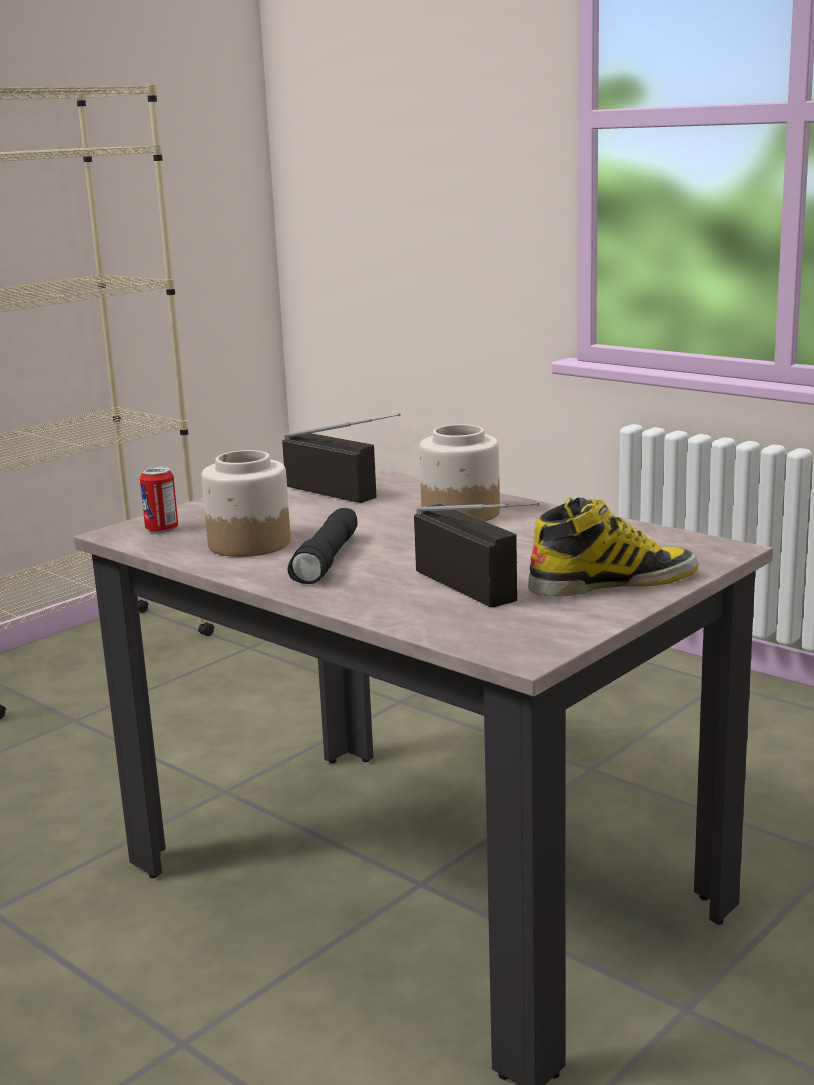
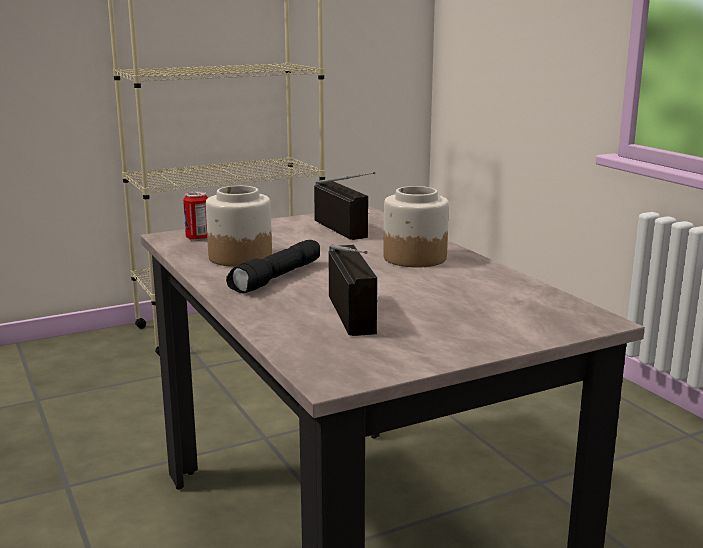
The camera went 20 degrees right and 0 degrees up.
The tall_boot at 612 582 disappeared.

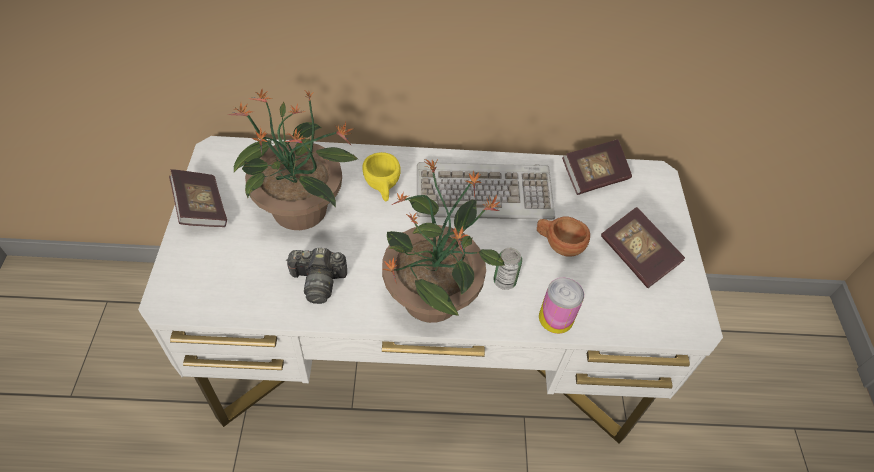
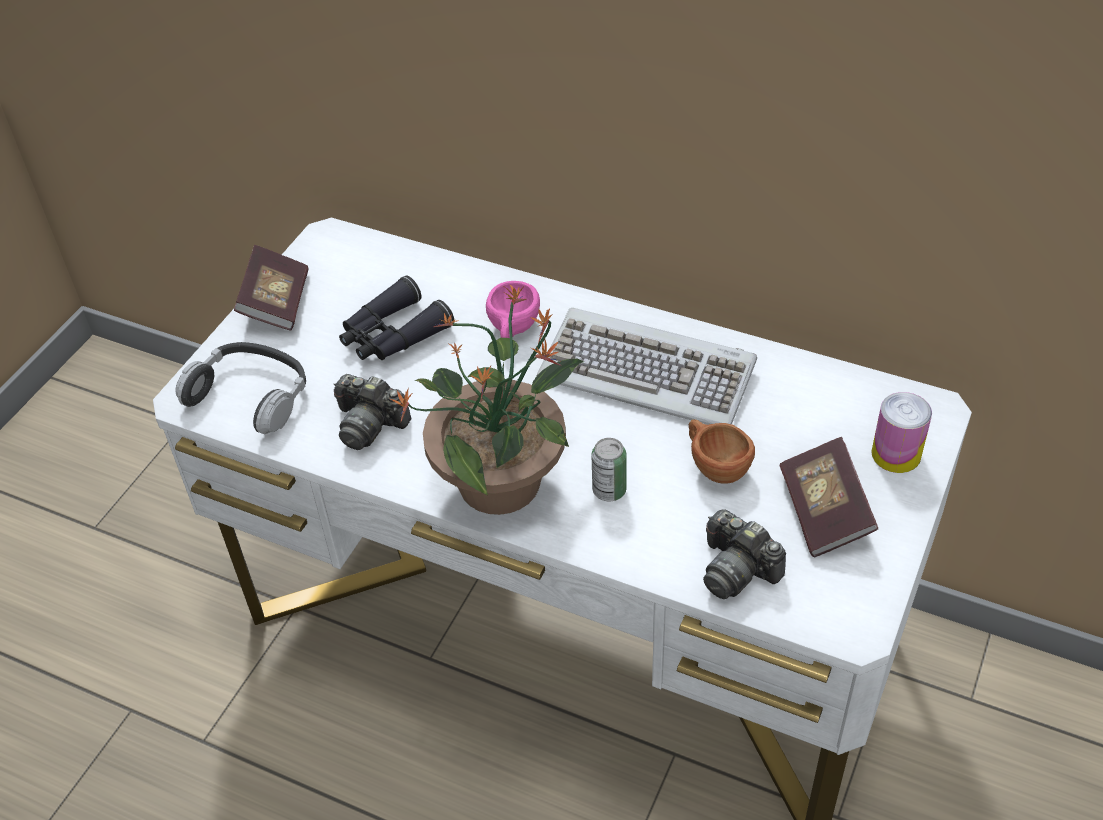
The camera went 30 degrees right and 5 degrees down.
The pair_of_headphones at 250 395 appeared.
The plant_in_a_pot at 300 211 was replaced by the blackish_binoculars at 392 335.
The yellow_small_cup at 382 187 became the pinkish_small_cup at 513 331.
The still_camera at 737 569 appeared.
The can moved from 556 318 to 896 454.
The bound_book at 594 177 disappeared.

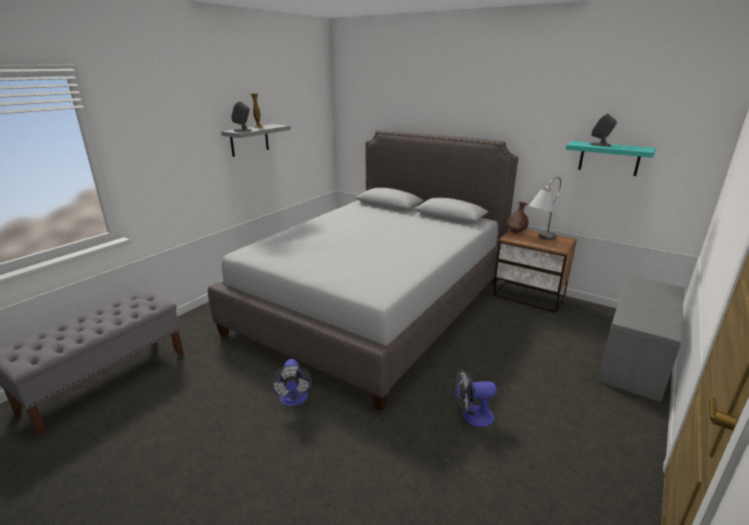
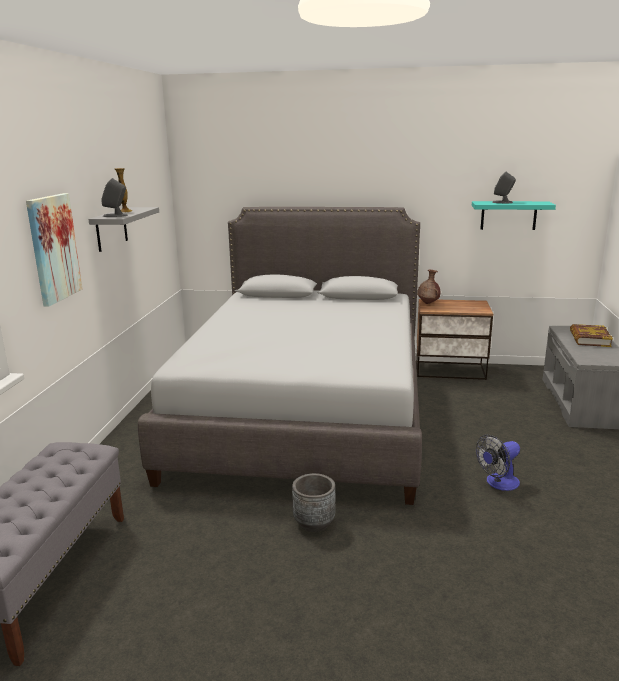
The camera went 25 degrees left and 5 degrees down.
The wall_art at 53 248 appeared.
The cooling_fan at 293 400 was replaced by the grey_plant_pot at 314 523.
The bound_book at 589 339 appeared.
The grey_lamp_for_a_table at 539 239 disappeared.

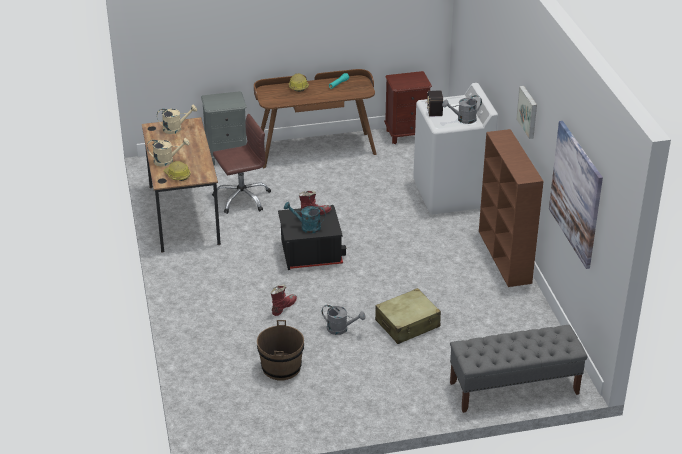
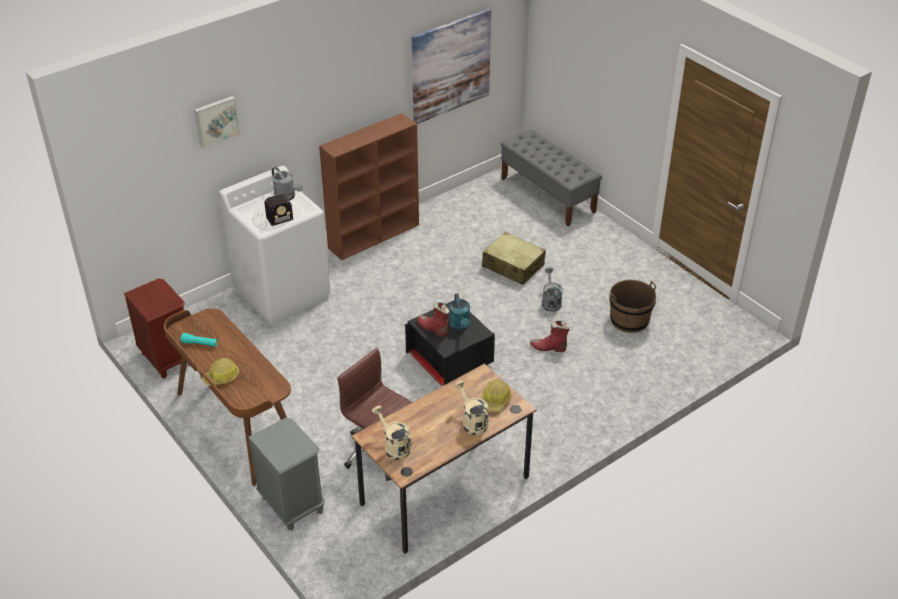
The camera went 115 degrees left and 5 degrees up.
The wall_art moved from 528 111 to 216 121.

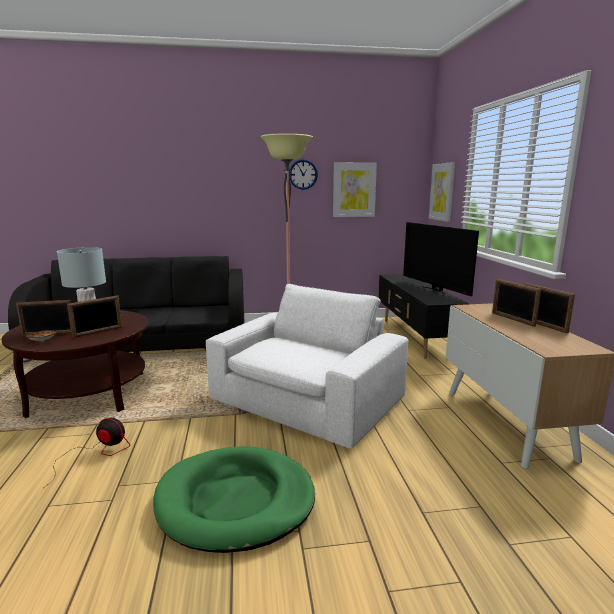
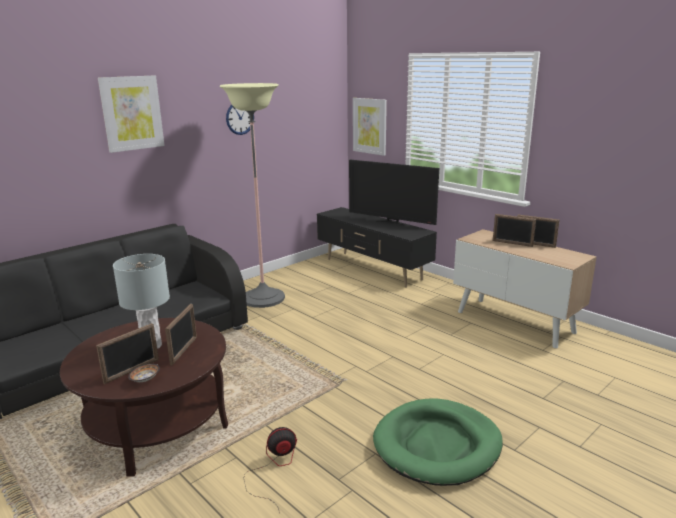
The camera went 35 degrees left and 5 degrees up.
The wall_art moved from 354 190 to 132 113.
The whitish_easy_chair at 306 400 disappeared.

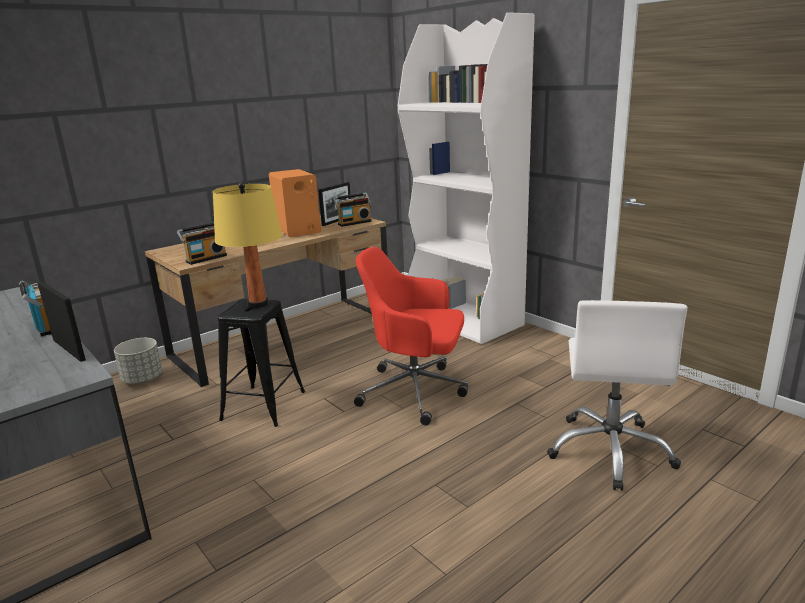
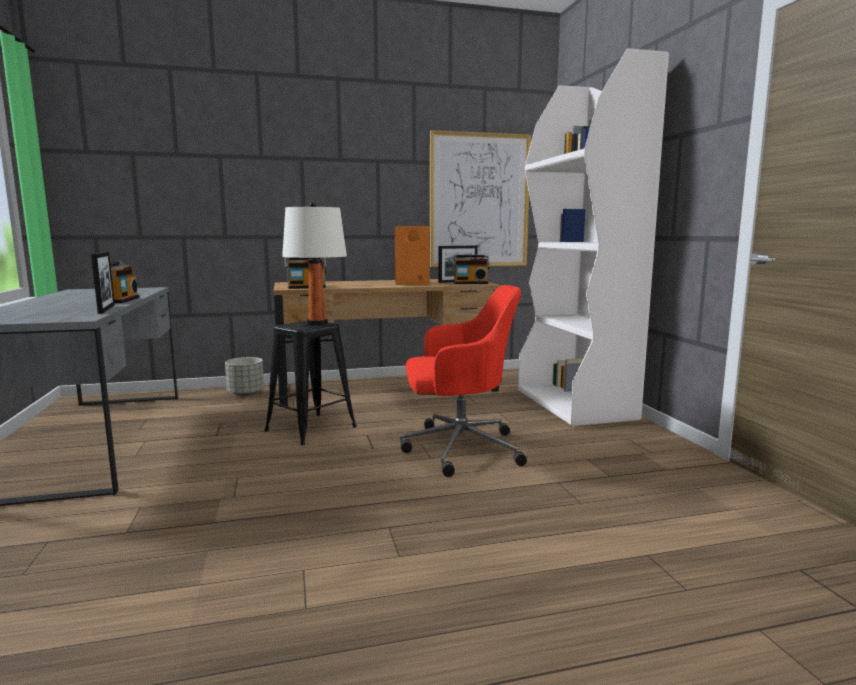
The camera went 25 degrees right and 10 degrees down.
The yellow_lamp_for_a_table at 258 304 became the whitish_lamp_for_a_table at 317 323.
The red_computer_chair at 416 392 turned 135 degrees clockwise.
The wall_art at 479 201 appeared.
The whitish_computer_chair at 610 451 disappeared.

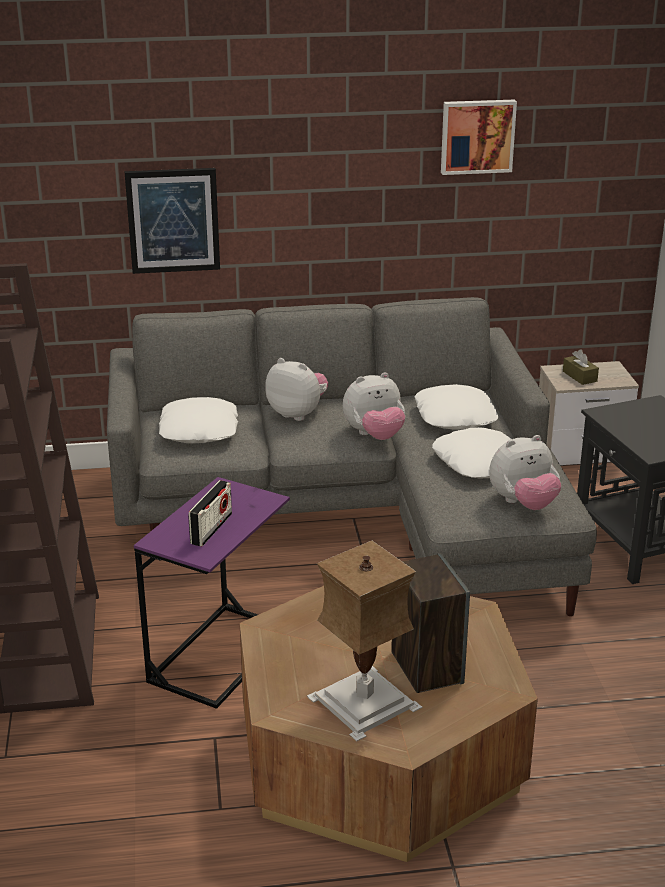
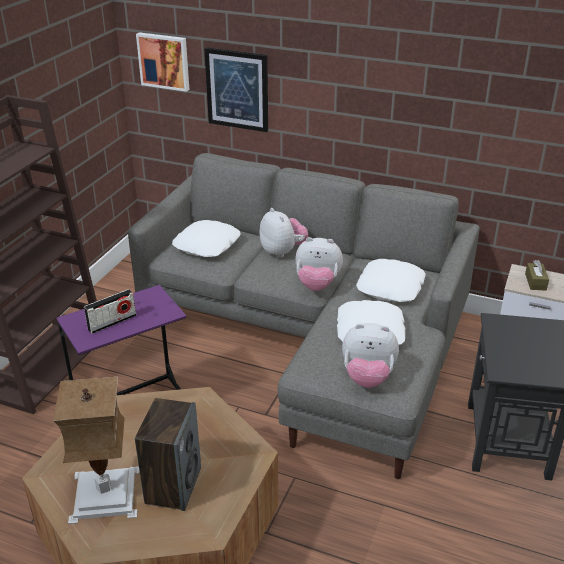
The camera went 30 degrees right and 5 degrees up.
The wall_art moved from 477 136 to 164 61.

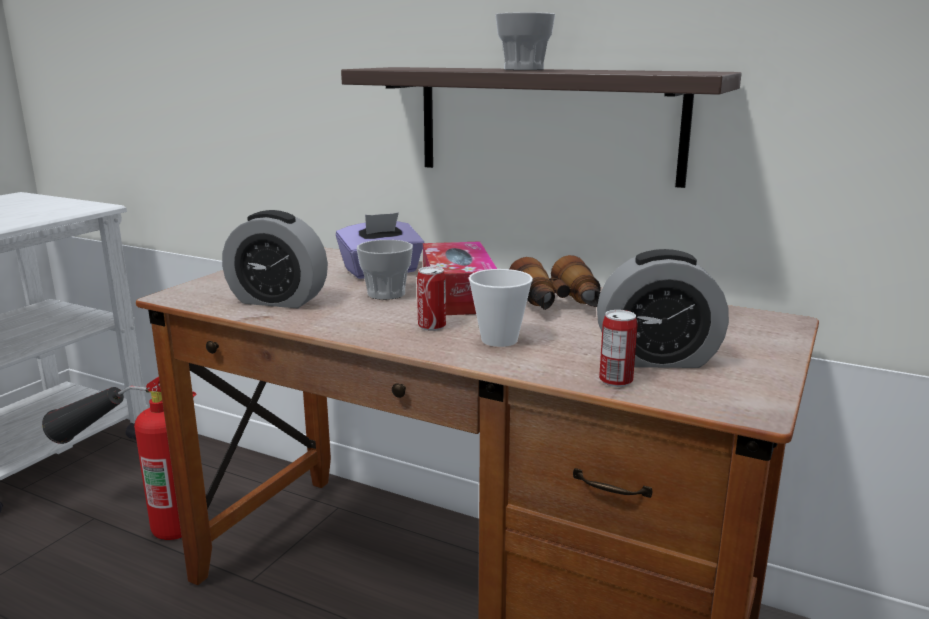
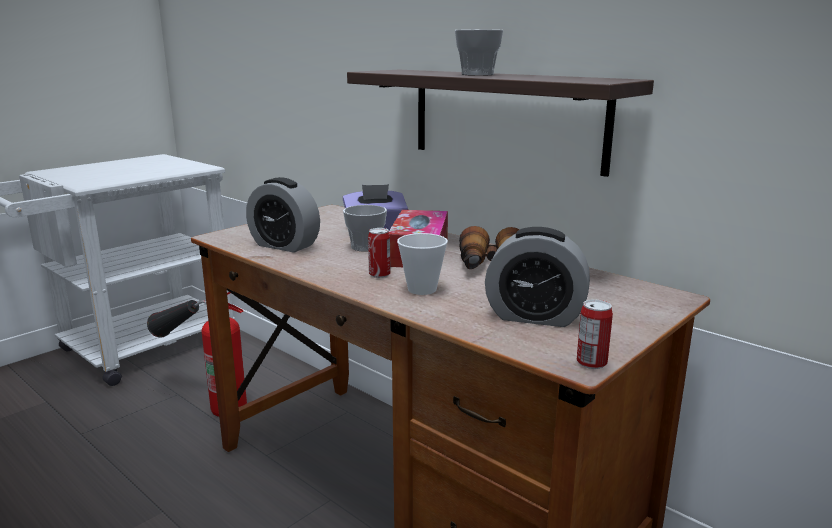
The camera went 15 degrees right and 0 degrees up.
The can moved from 616 381 to 591 363.

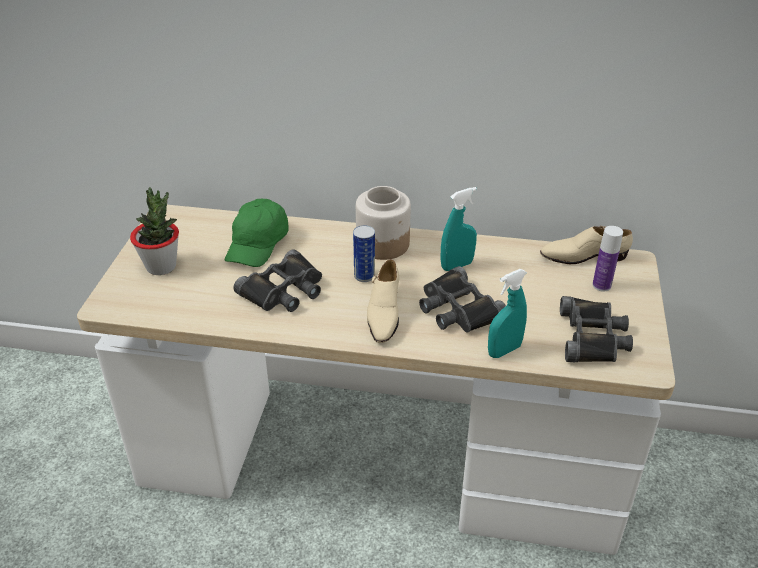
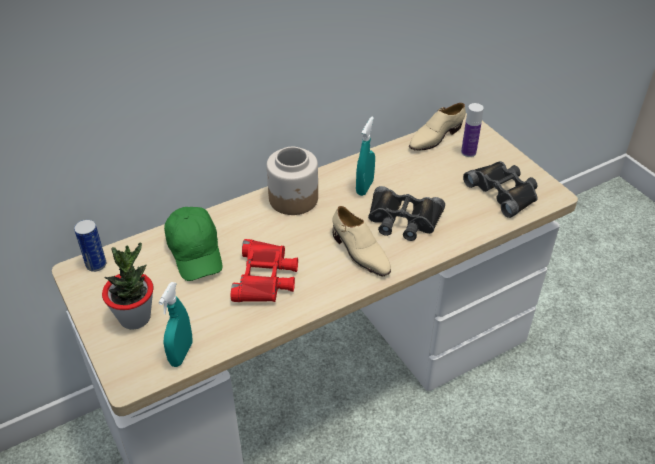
The camera went 40 degrees left and 5 degrees up.
The can moved from 364 276 to 96 265.
The turquoise-coloured_hand_sprayer moved from 504 350 to 181 354.
The blackish_binoculars at 284 290 became the red_binoculars at 266 277.

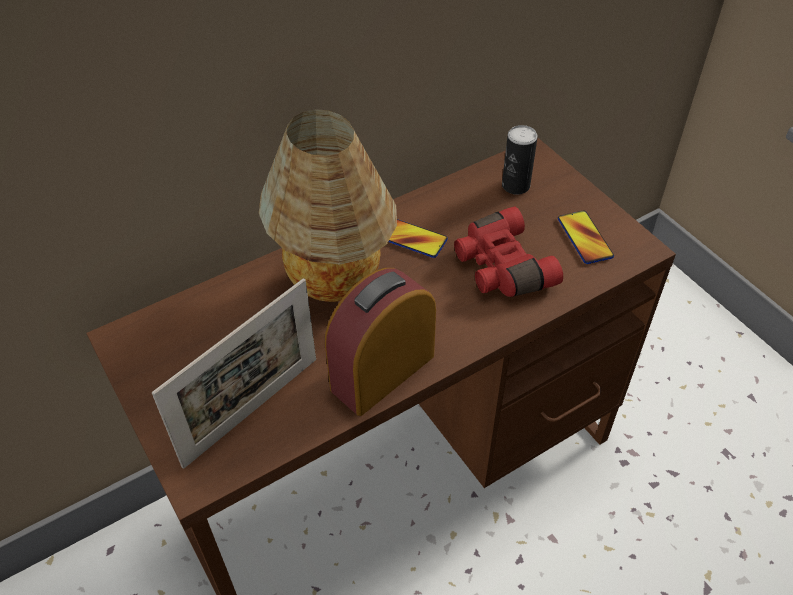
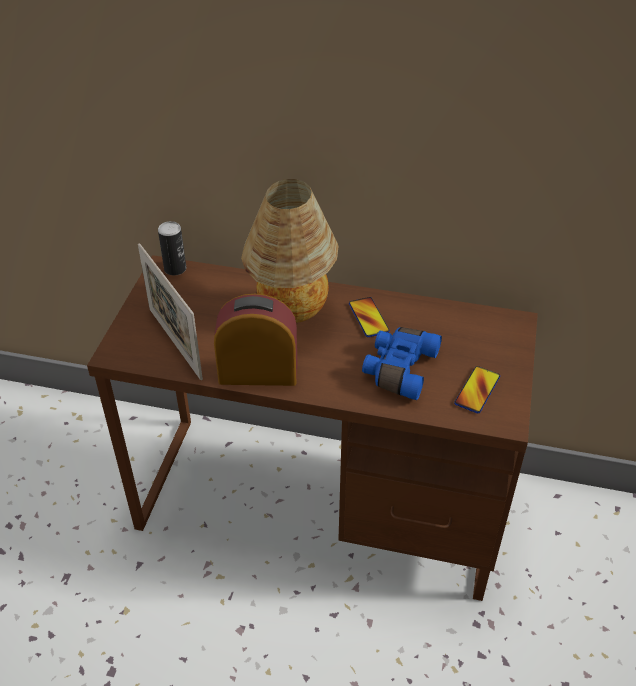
The camera went 45 degrees right and 5 degrees down.
The photo_frame at 252 410 turned 60 degrees clockwise.
The can moved from 515 185 to 175 269.
The red_binoculars at 500 267 became the blue-coloured_binoculars at 398 369.

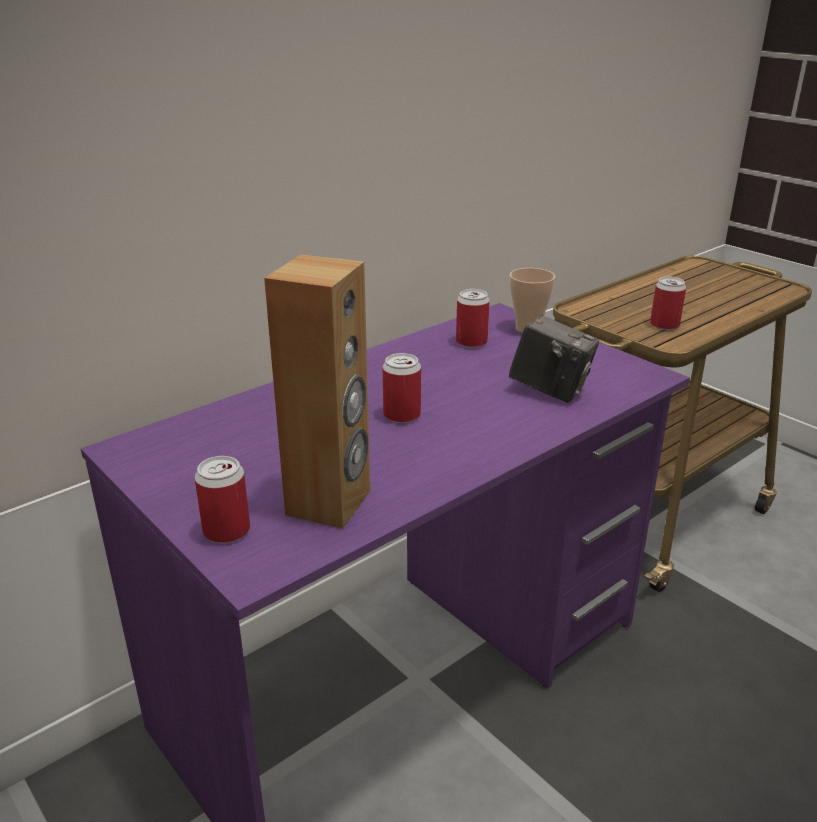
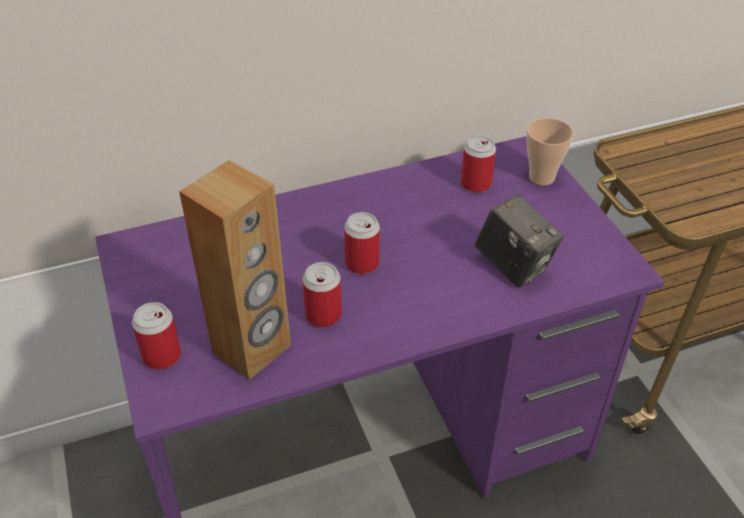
The camera went 20 degrees right and 15 degrees up.
The can moved from 664 325 to 323 315.

